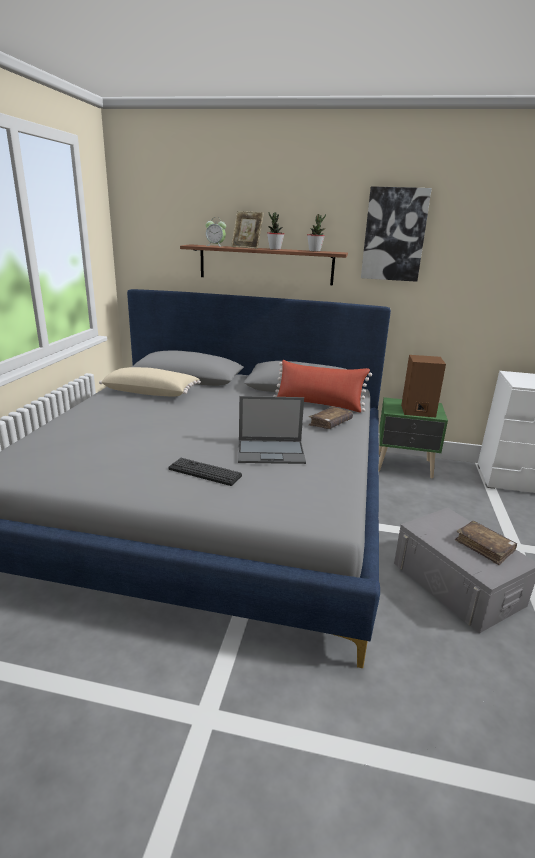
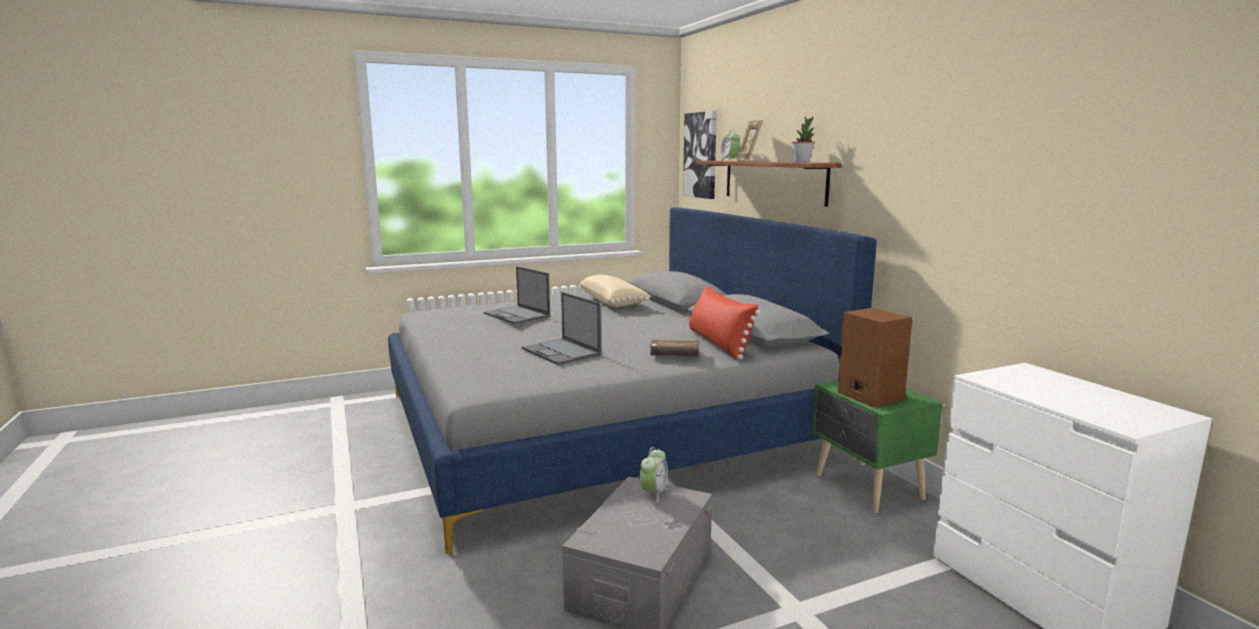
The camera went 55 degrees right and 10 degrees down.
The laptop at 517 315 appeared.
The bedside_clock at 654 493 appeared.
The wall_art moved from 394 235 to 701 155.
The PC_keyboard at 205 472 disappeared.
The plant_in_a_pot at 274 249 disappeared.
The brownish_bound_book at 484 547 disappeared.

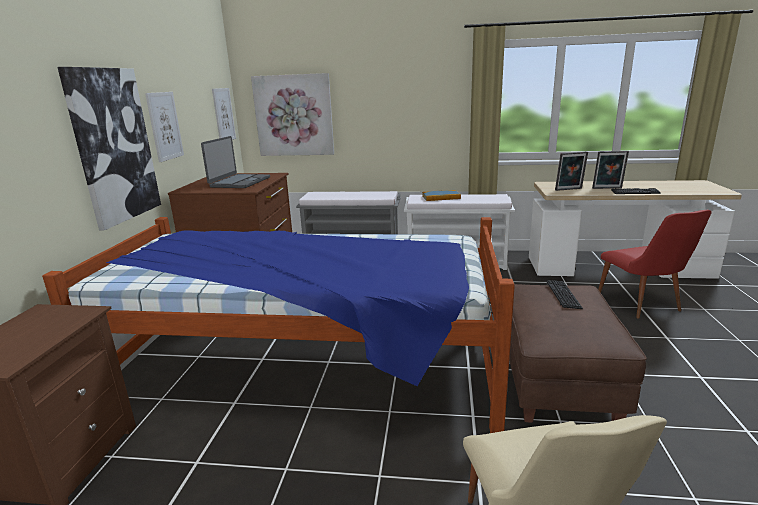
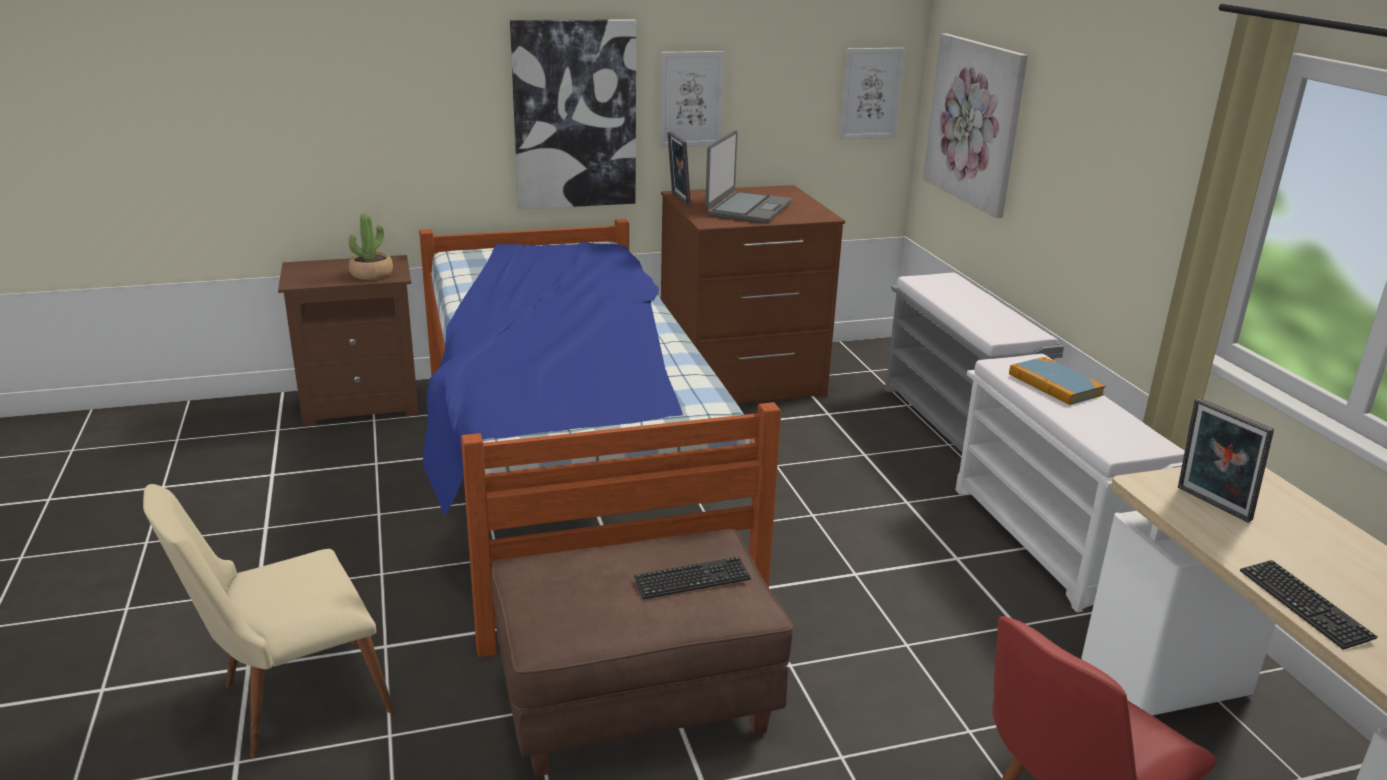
The camera went 65 degrees right and 5 degrees up.
The plant_in_a_pot at 371 274 appeared.
The photo_frame moved from 607 188 to 678 198.
The laptop at 239 182 turned 60 degrees counterclockwise.

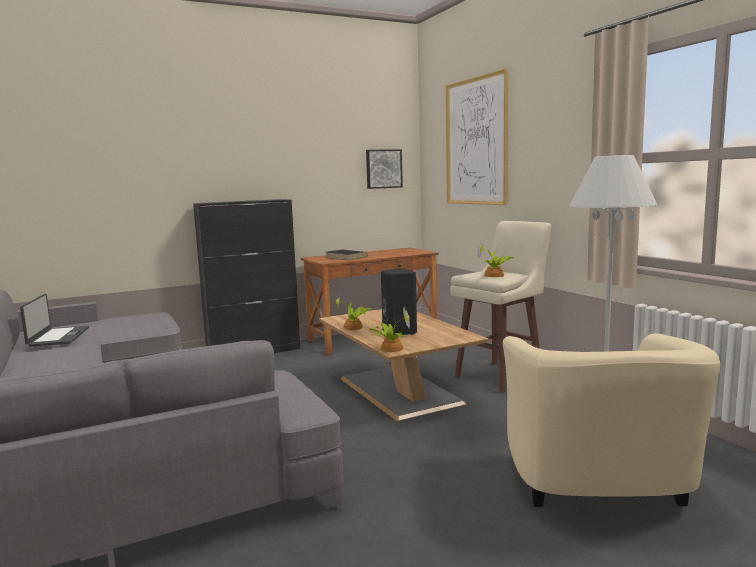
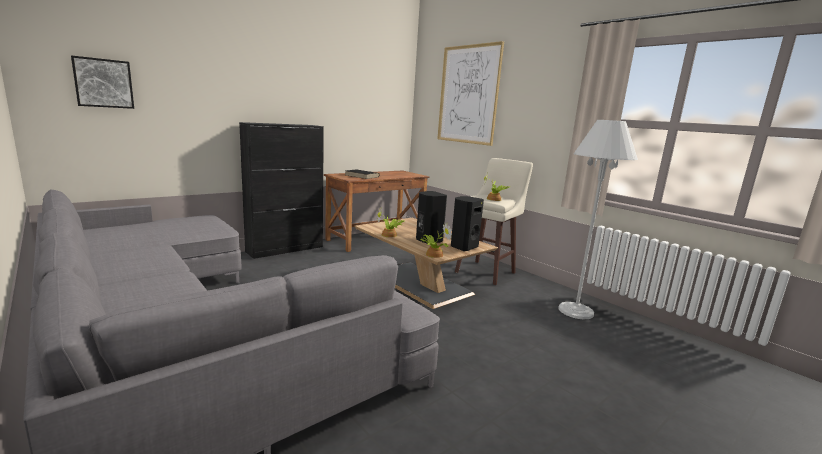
The camera went 15 degrees left and 5 degrees up.
The wall_art moved from 383 169 to 103 83.
The blackish_loudspeaker at 463 247 appeared.
The laptop at 58 337 disappeared.
The beige-coloured_easy_chair at 599 489 disappeared.

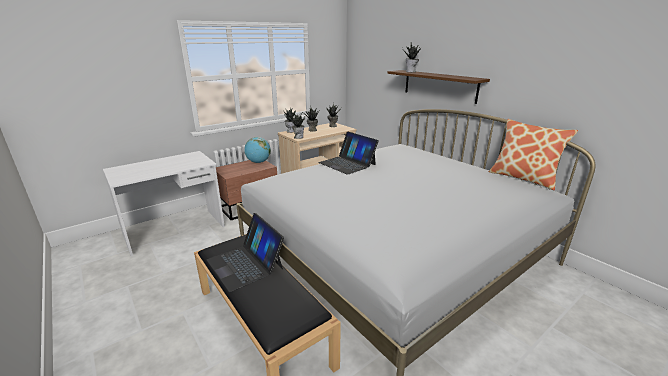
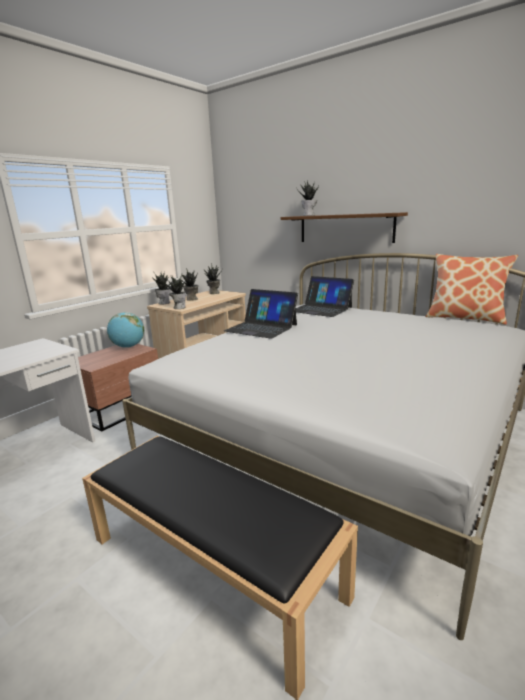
The camera went 15 degrees left and 5 degrees down.
The laptop moved from 245 264 to 321 309.

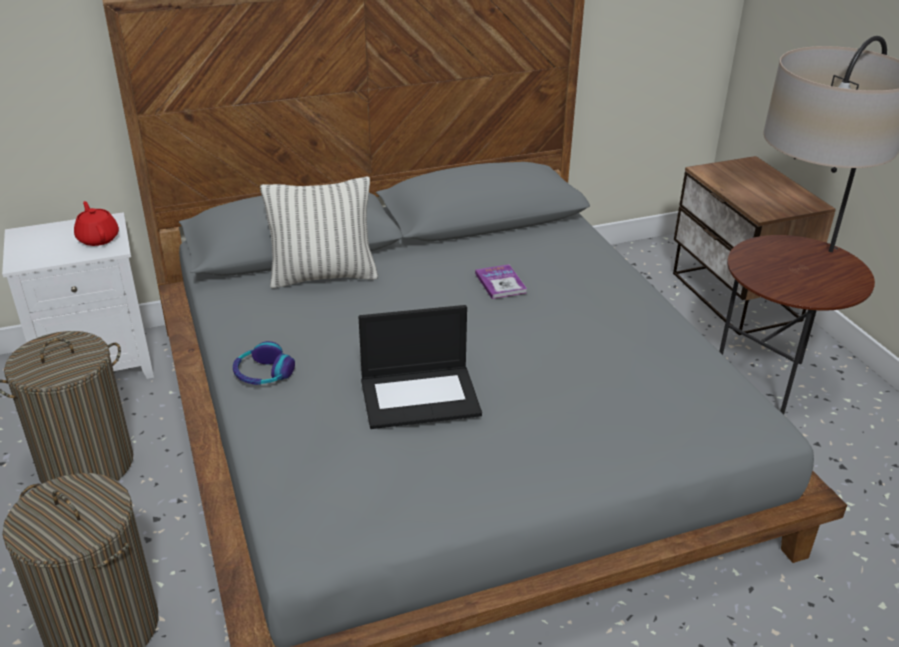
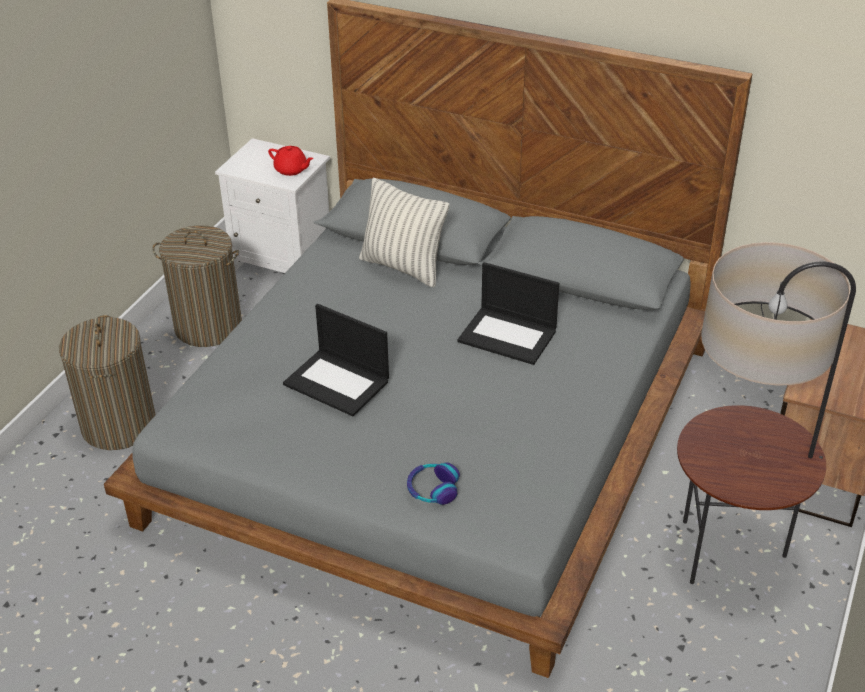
The camera went 45 degrees right and 5 degrees up.
The red_tea_pot at 98 238 turned 105 degrees clockwise.
The pair_of_headphones moved from 263 374 to 432 489.
The bound_book at 500 283 was replaced by the laptop at 508 336.

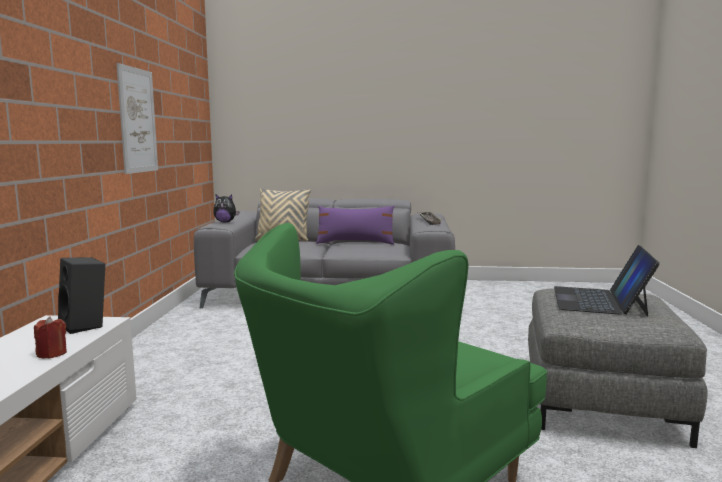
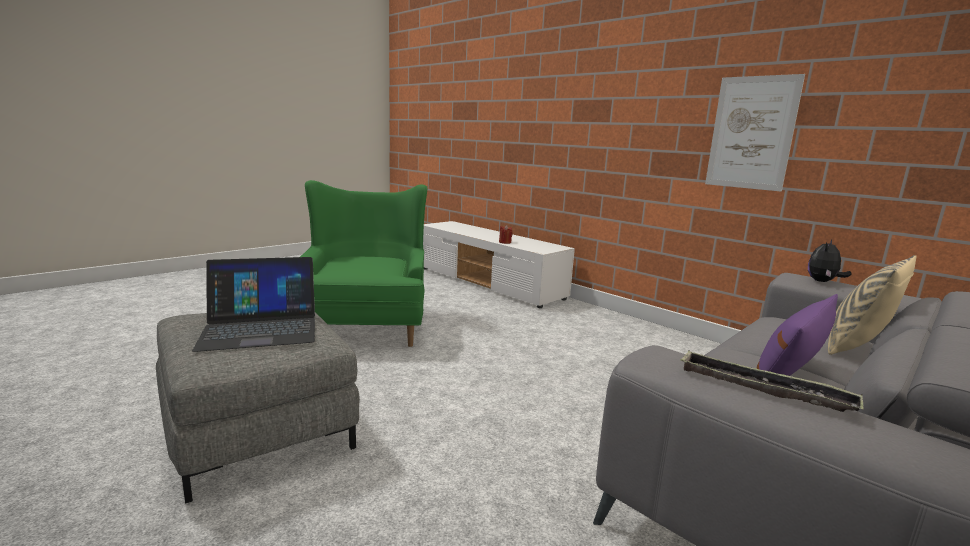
The camera went 130 degrees right and 5 degrees up.
The laptop at 599 301 turned 105 degrees clockwise.
The blackish_loudspeaker at 86 325 disappeared.

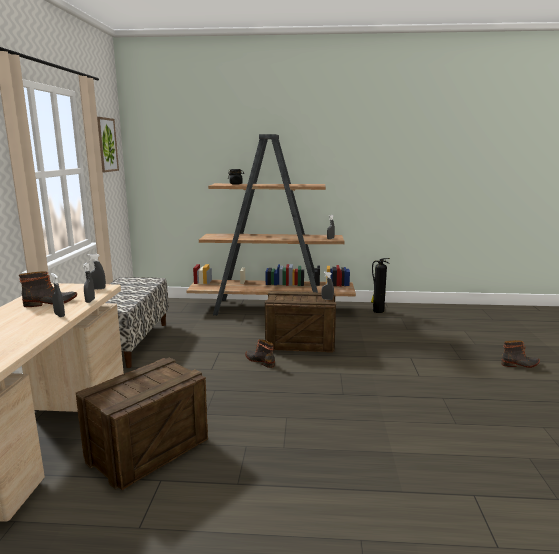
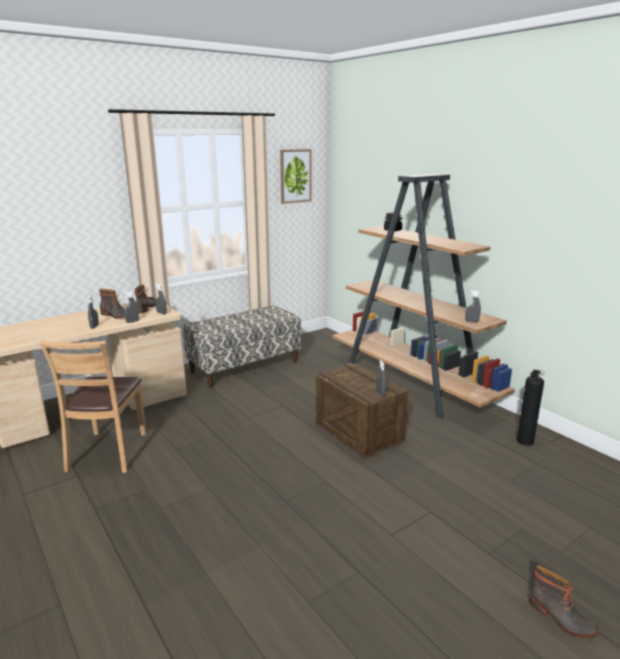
The camera went 50 degrees right and 5 degrees up.
The packing_crate at 147 450 was replaced by the brownish_upright_chair at 108 452.
The tall_boot moved from 260 361 to 146 307.

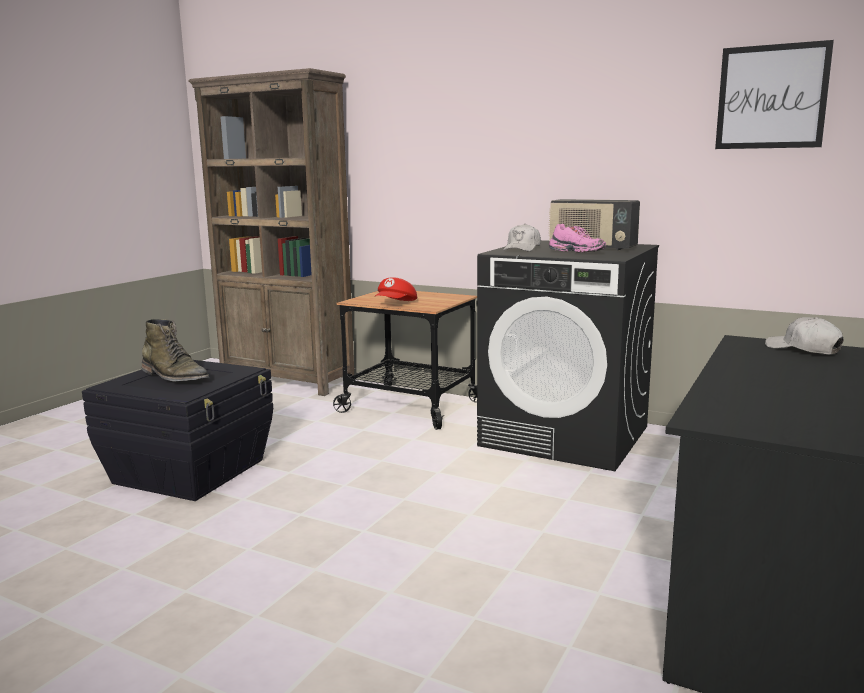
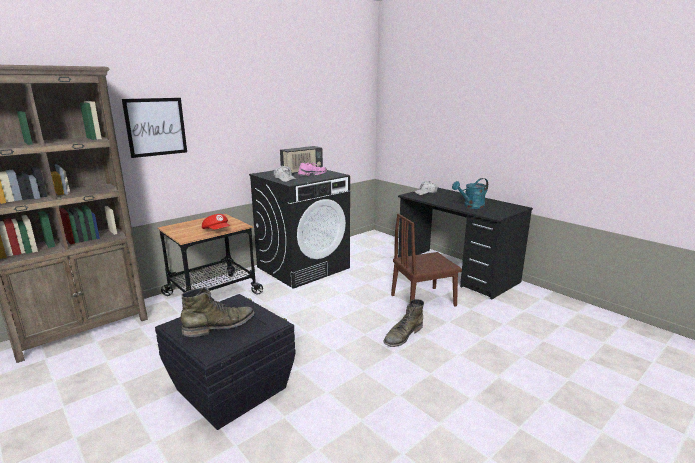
The camera went 70 degrees left and 5 degrees up.
The wall_art moved from 771 97 to 156 127.
The green-coloured_tall_boot at 403 335 appeared.
The brownish_upright_chair at 423 300 appeared.
The turquoise-coloured_sprinkling_can at 471 206 appeared.

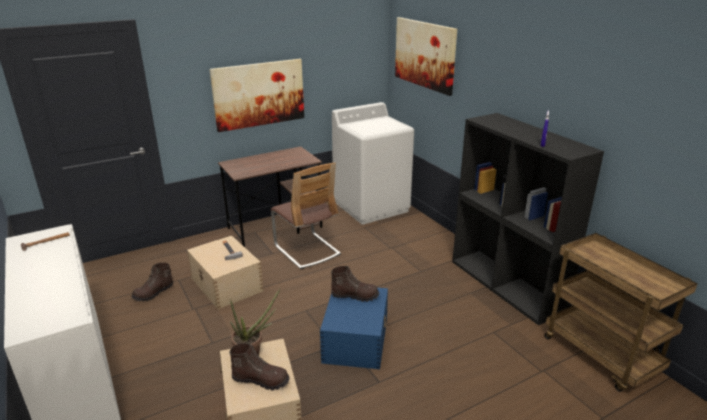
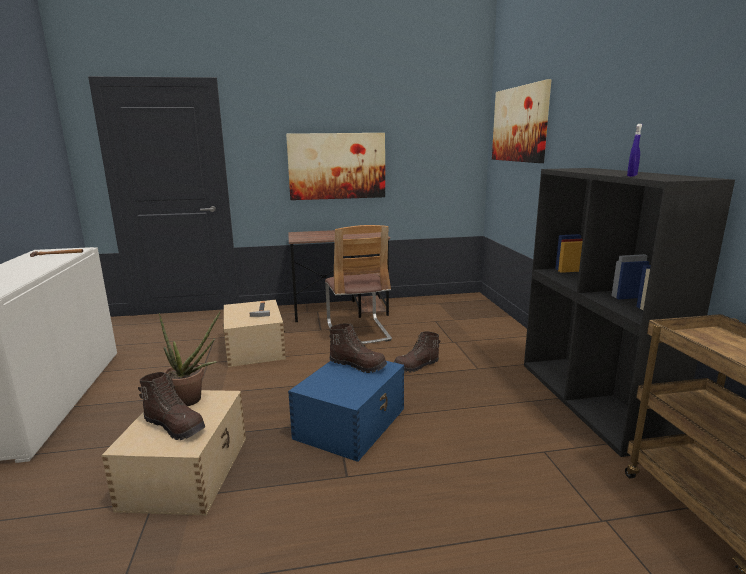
The camera went 20 degrees right and 10 degrees down.
The brownish_tall_boot moved from 154 293 to 416 366.
The whitish_laundry_appliance at 371 206 disappeared.

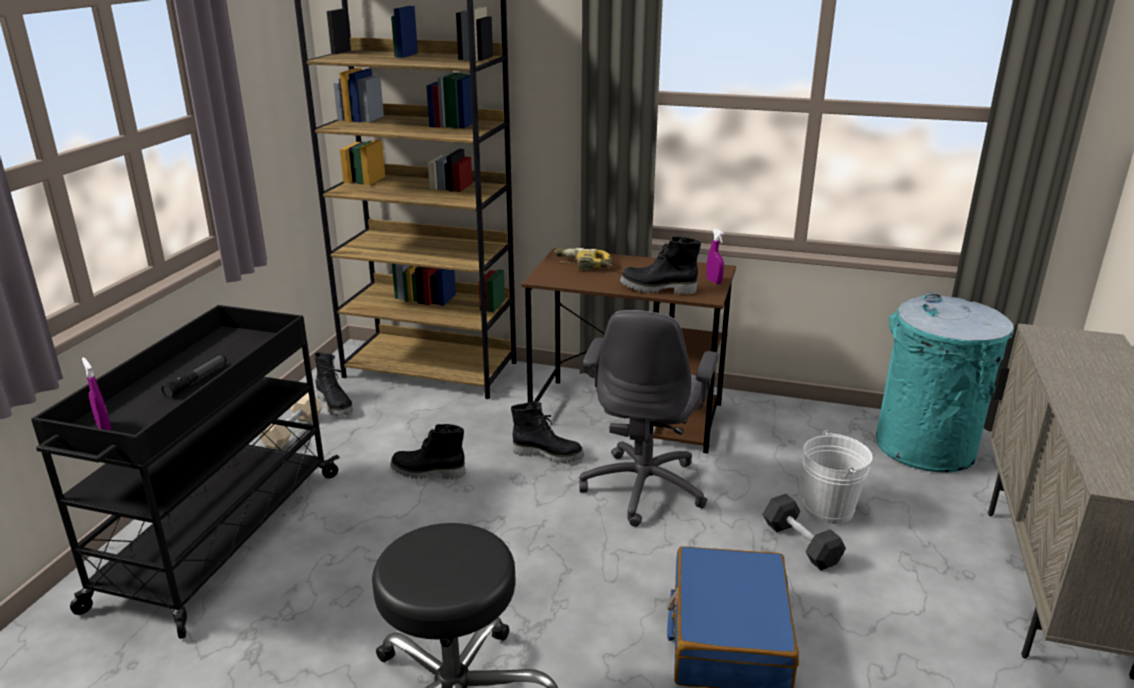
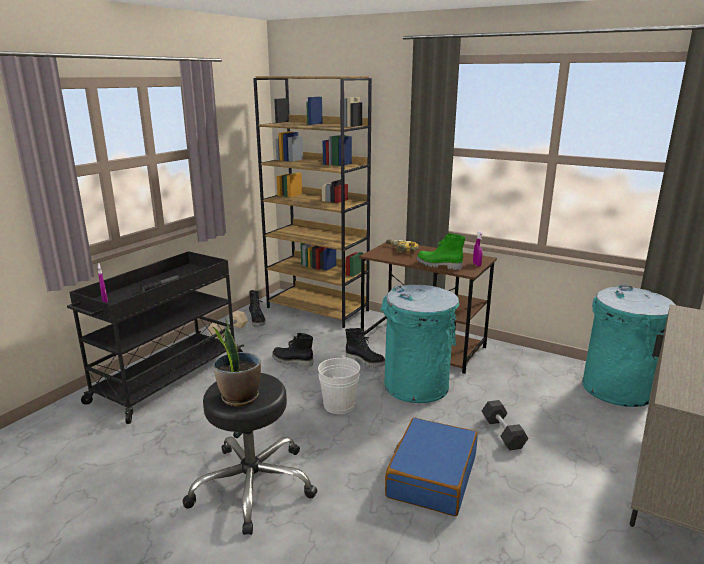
The camera went 15 degrees right and 5 degrees down.
The plant_in_a_pot at 239 397 appeared.
The whitish_bucket moved from 828 509 to 339 405.
The grey_computer_chair at 645 487 was replaced by the turquoise-coloured_waste_bin at 416 387.
The blackish_tall_boot at 658 289 became the green-coloured_tall_boot at 438 265.

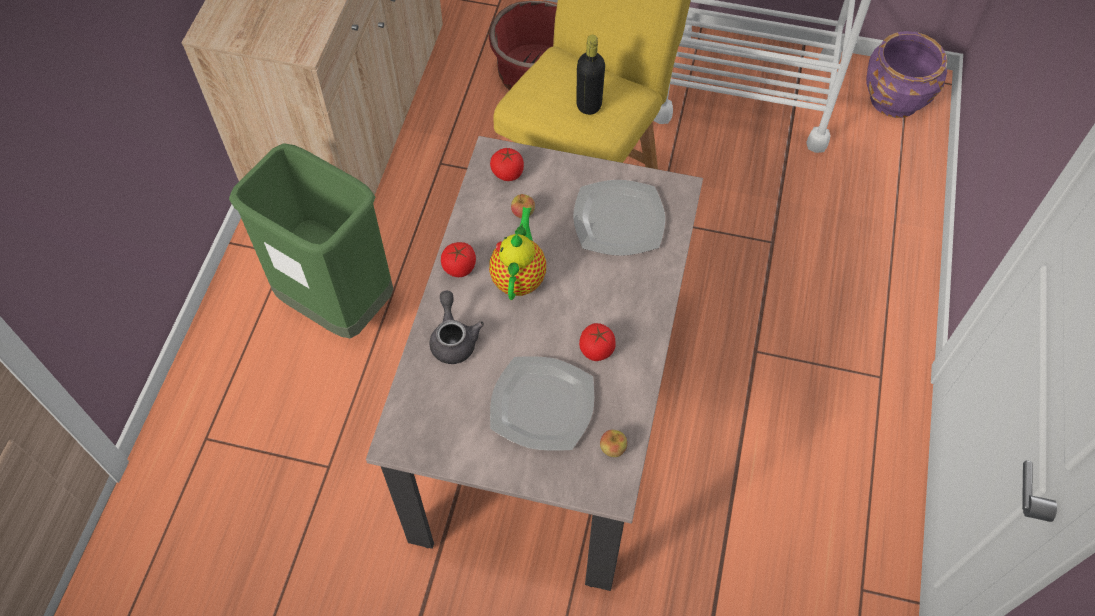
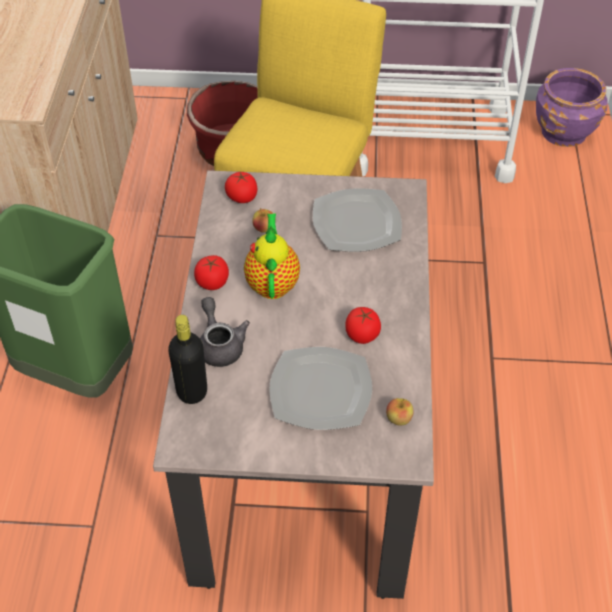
The camera went 10 degrees left and 10 degrees down.
The blackish_drink_bottle moved from 589 105 to 192 391.

